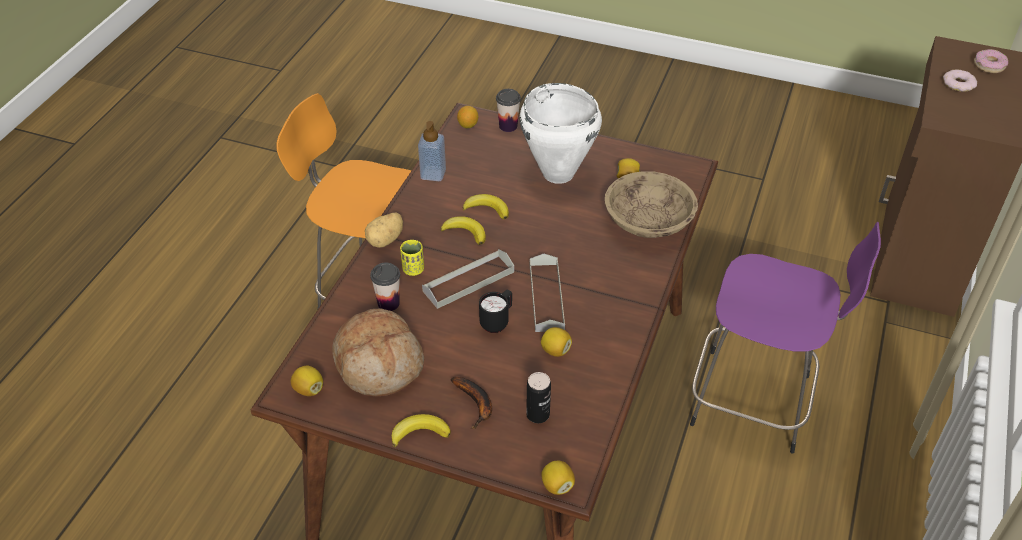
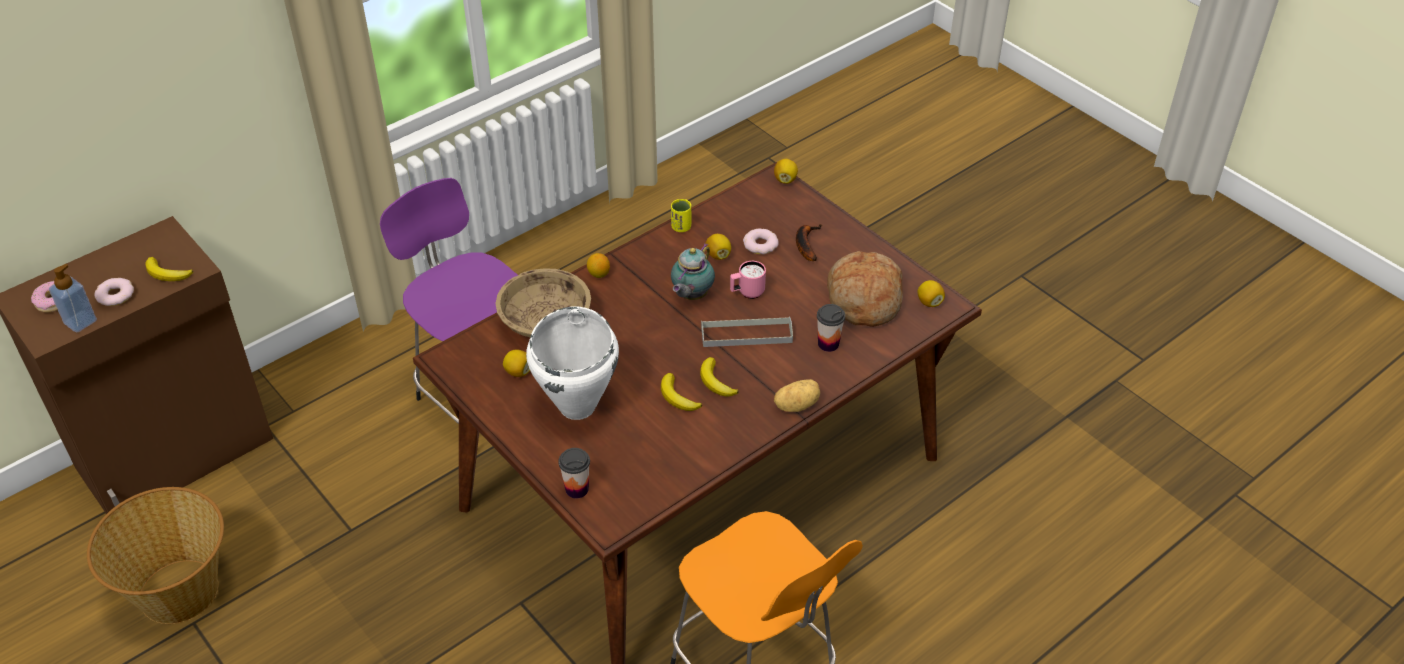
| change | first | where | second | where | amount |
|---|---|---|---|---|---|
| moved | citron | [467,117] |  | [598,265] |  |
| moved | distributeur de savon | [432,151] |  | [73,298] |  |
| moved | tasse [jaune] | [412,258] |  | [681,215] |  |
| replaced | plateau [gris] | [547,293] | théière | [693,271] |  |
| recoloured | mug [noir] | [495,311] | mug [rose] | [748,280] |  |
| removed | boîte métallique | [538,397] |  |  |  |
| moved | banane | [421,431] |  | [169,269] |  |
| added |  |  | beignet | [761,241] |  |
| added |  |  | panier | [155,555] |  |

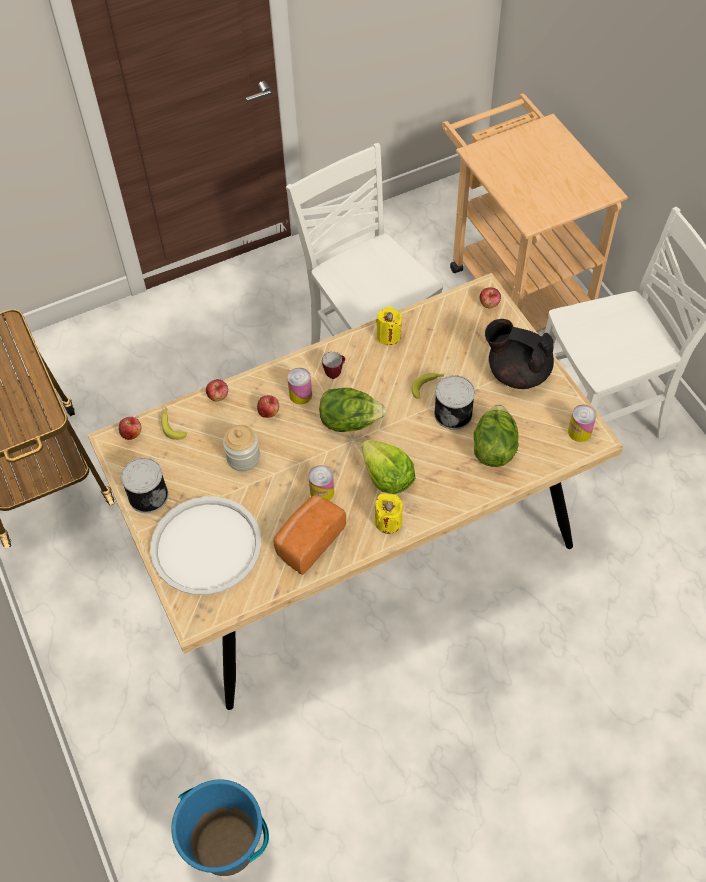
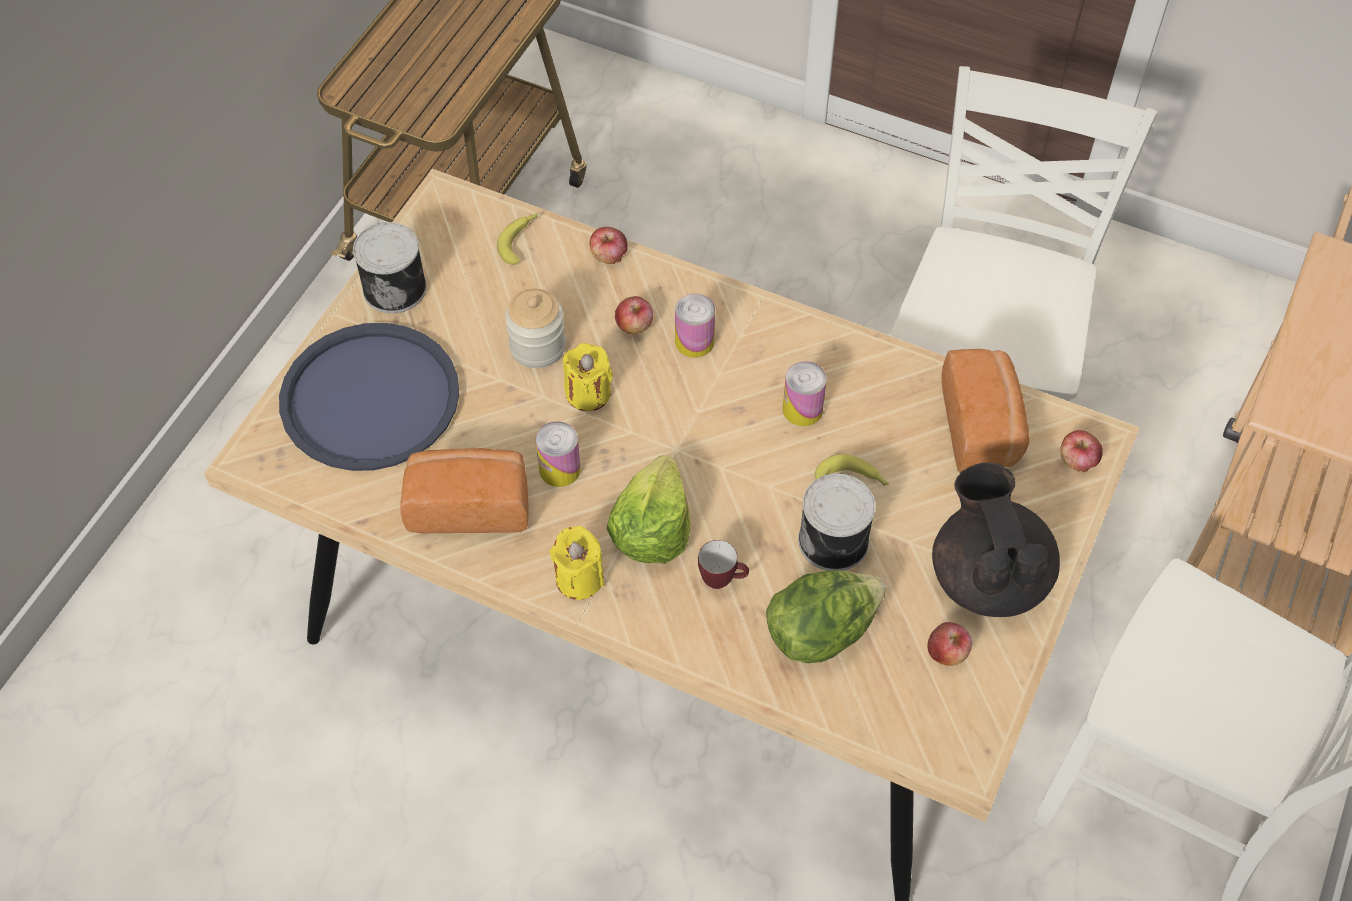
| change | first | where | second | where | amount |
|---|---|---|---|---|---|
| moved | bougie [jaune] | [389,326] |  | [588,377] |  |
| moved | mug | [333,365] |  | [723,564] |  |
| removed | laitue | [353,410] |  |  |  |
| moved | boîte métallique | [582,423] |  | [805,393] |  |
| moved | pomme | [130,428] |  | [950,644] |  |
| recoloured | plateau [blanc] | [206,545] | plateau [bleu] | [369,397] |  |
| removed | seau [bleu] | [220,827] |  |  |  |
| added |  |  | pain | [985,411] |  |

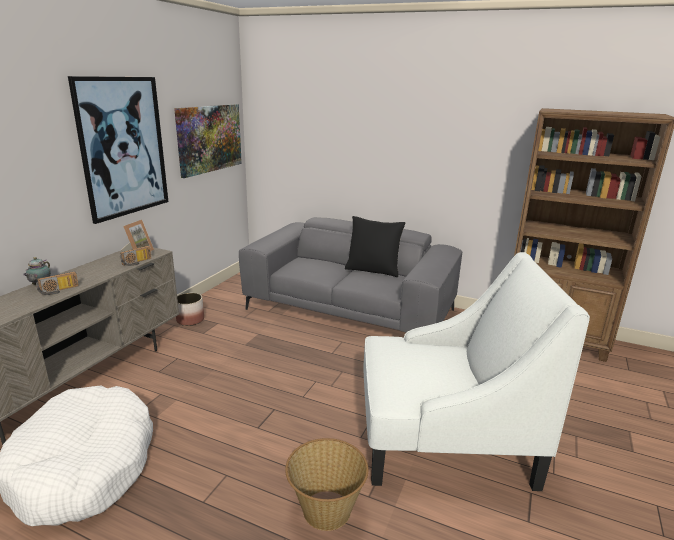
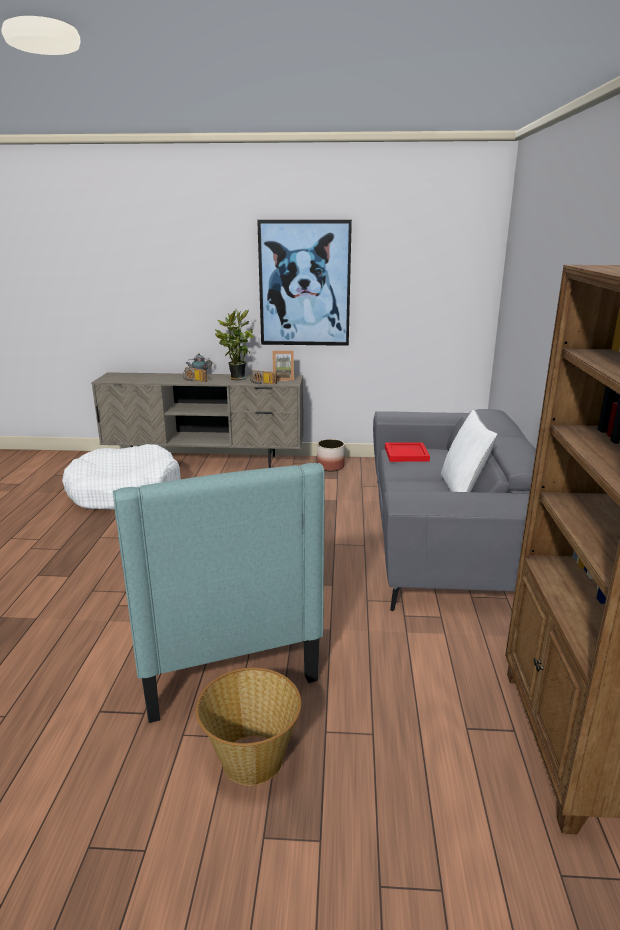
| change | first | where | second | where | amount |
|---|---|---|---|---|---|
| removed | tableau | [208,141] |  |  |  |
| recoloured | coussin [noir] | [375,246] | coussin [blanc] | [469,450] |  |
| recoloured | fauteuil [blanc] | [476,371] | fauteuil [turquoise] | [219,593] |  |
| moved | panier | [326,484] |  | [248,726] |  |
| added |  |  | plante en pot | [234,344] |  |
| added |  |  | plateau [rouge] | [407,452] |  |

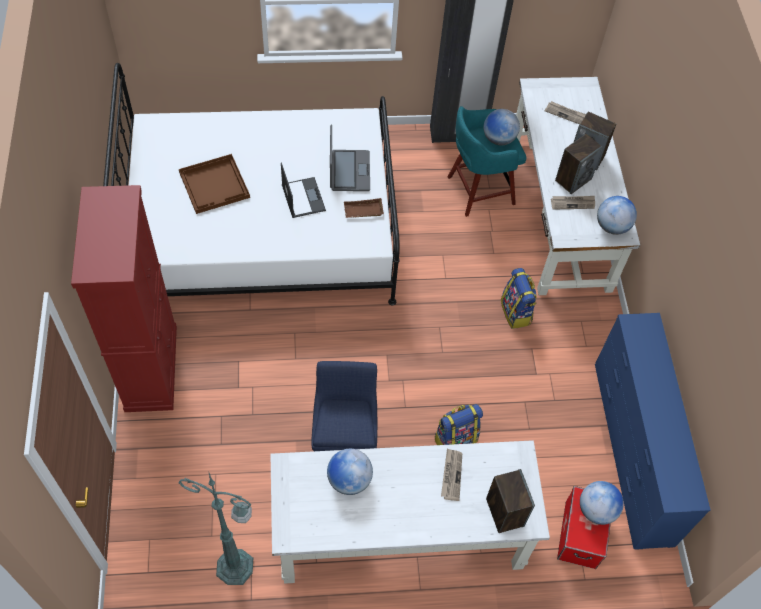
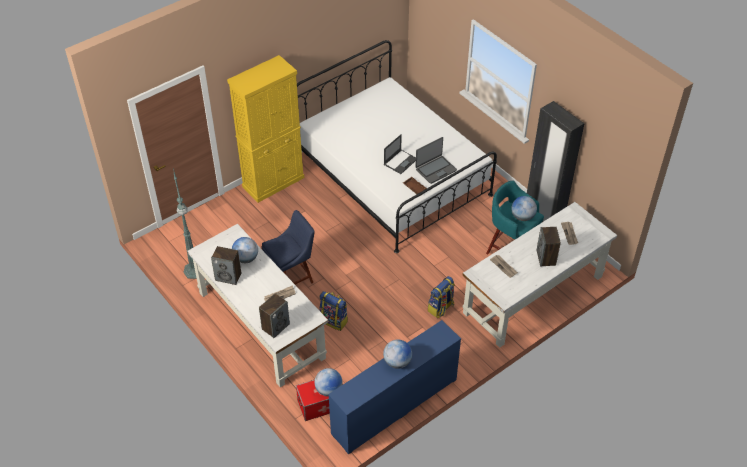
| change | first | where | second | where | amount |
|---|---|---|---|---|---|
| moved | enceinte | [579,164] |  | [226,265] |  |
| removed | plateau [marron] | [214,184] |  |  |  |
| recoloured | meuble de rangement [rouge] | [124,298] | meuble de rangement [jaune] | [265,129] |  |
| moved | globe | [617,215] |  | [397,354] |  |

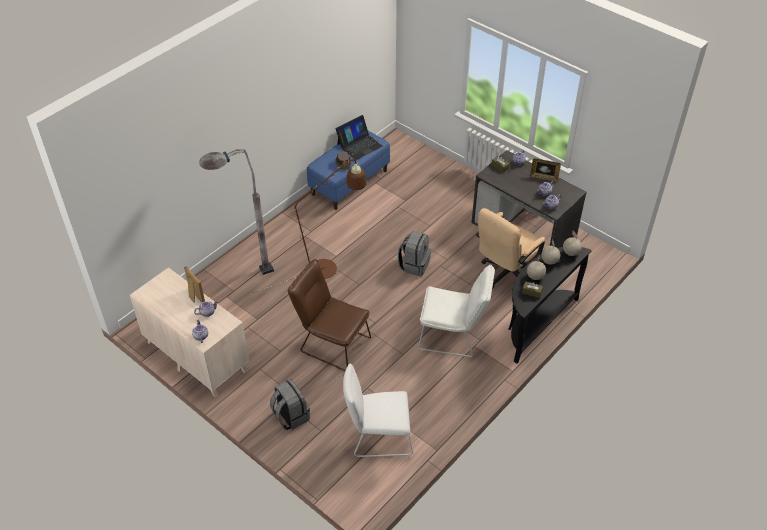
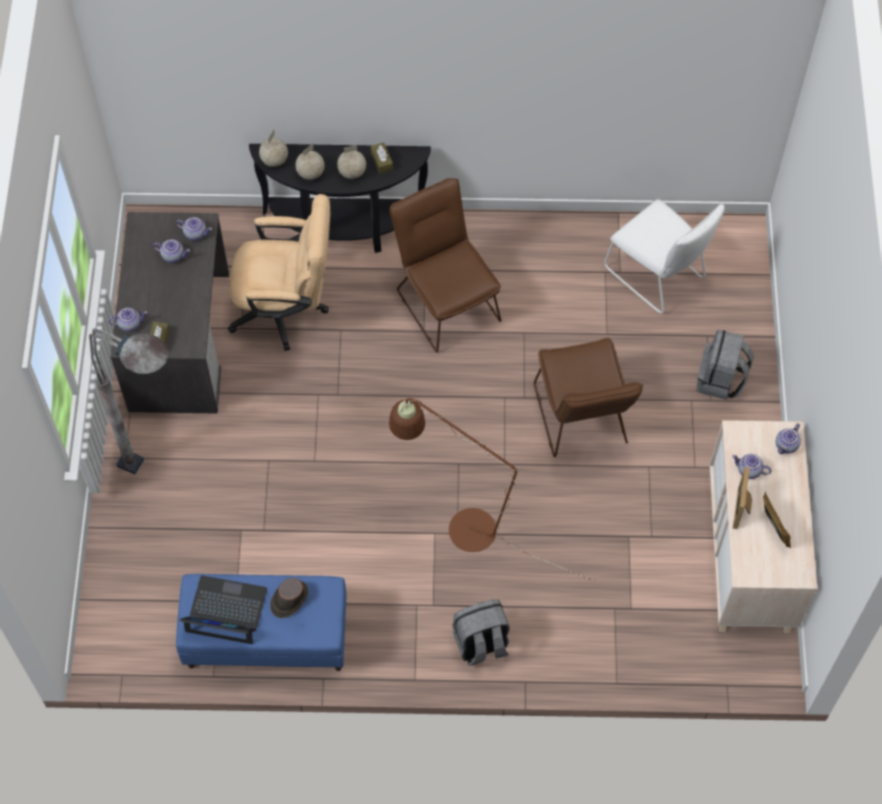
| change | first | where | second | where | amount |
|---|---|---|---|---|---|
| moved | lampadaire [gris] | [236,212] |  | [128,401] |  |
| moved | cadre photo | [545,170] |  | [777,520] |  |
| moved | sac à dos [gris] | [414,253] |  | [481,632] |  |
| recoloured | chaise [blanc] | [456,310] | chaise [marron] | [445,265] |  |

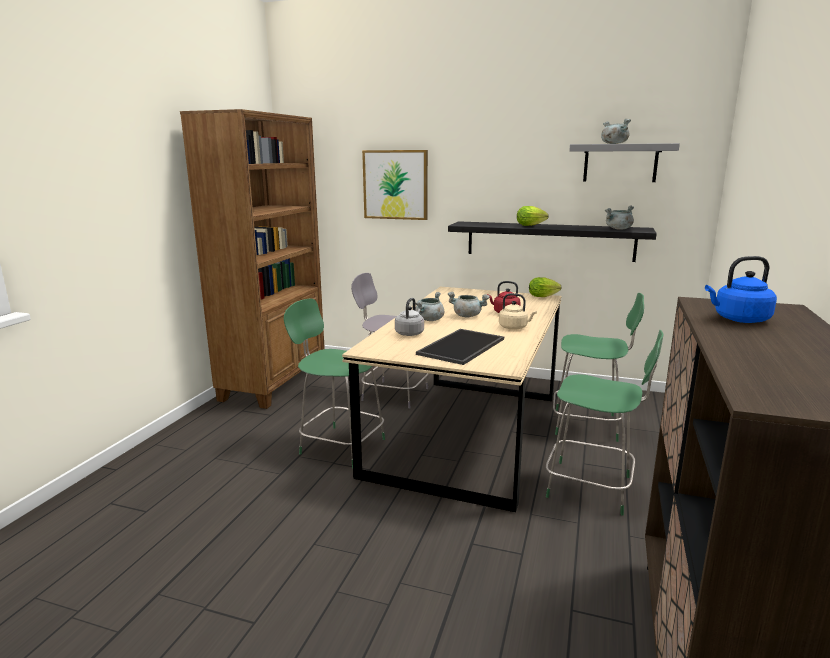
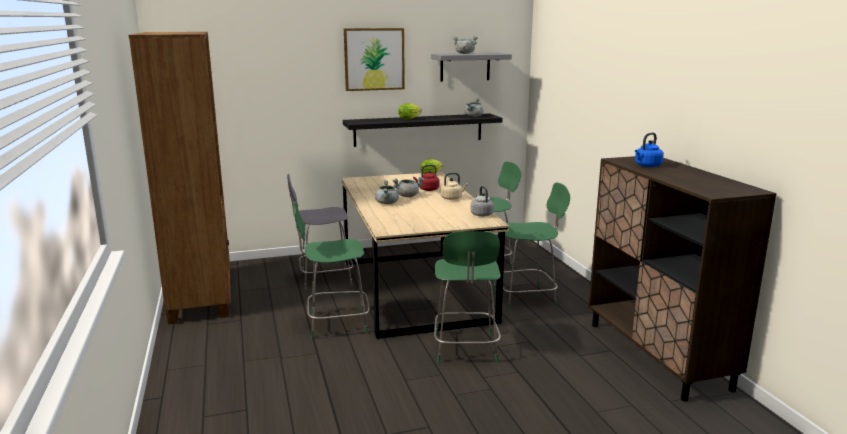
| change | first | where | second | where | amount |
|---|---|---|---|---|---|
| moved | tableau | [395,185] |  | [374,59] |  |
| moved | bouilloire [gris] | [409,317] |  | [482,201] |  |
| removed | plateau | [460,347] |  |  |  |
| added |  |  | chaise [vert] | [467,297] |  |

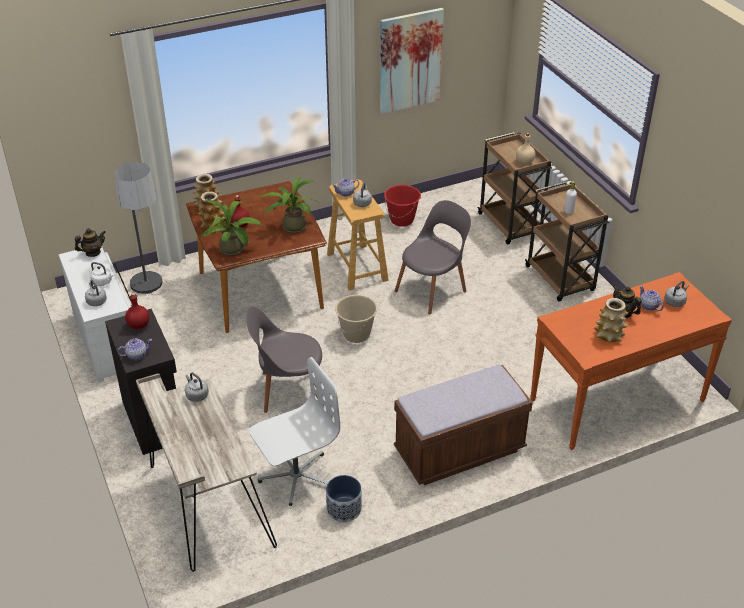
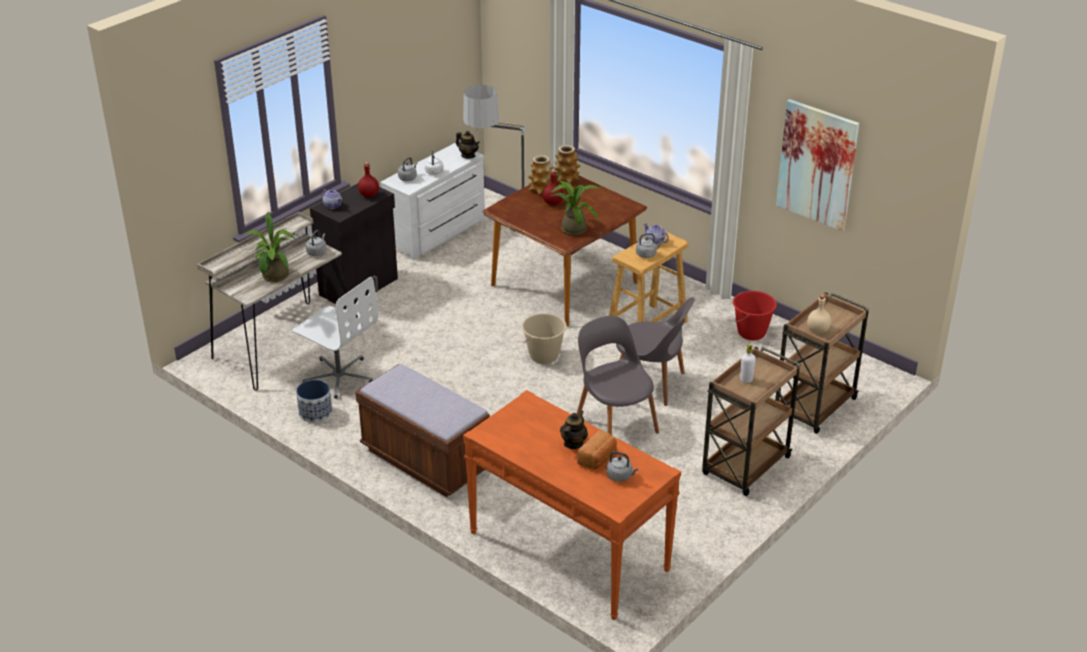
| change | first | where | second | where | amount |
|---|---|---|---|---|---|
| moved | plante en pot | [231,228] |  | [269,247] |  |
| replaced | théière | [652,298] | pain | [597,450] |  |
| removed | vase | [611,320] |  |  |  |
| moved | chaise [gris] | [284,359] |  | [618,375] |  |

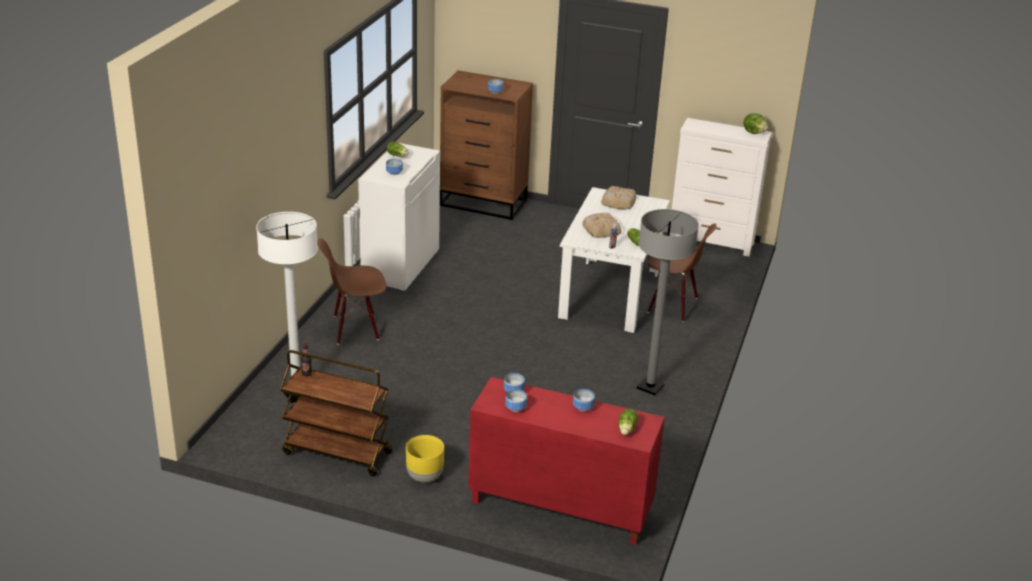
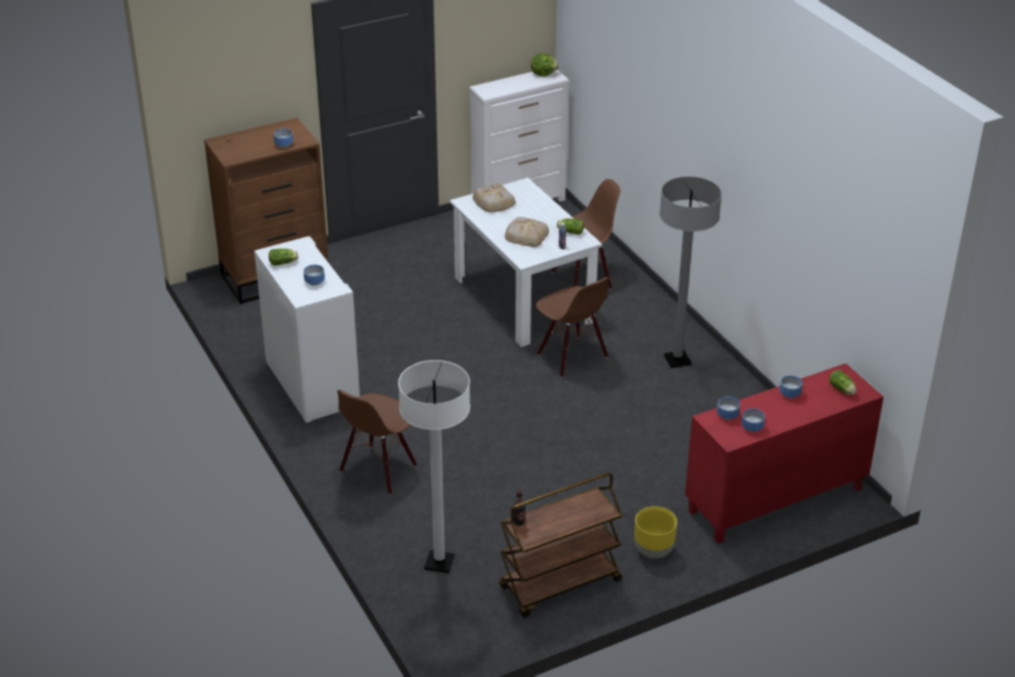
| change | first | where | second | where | amount |
|---|---|---|---|---|---|
| added |  |  | chaise [marron] | [572,327] |  |

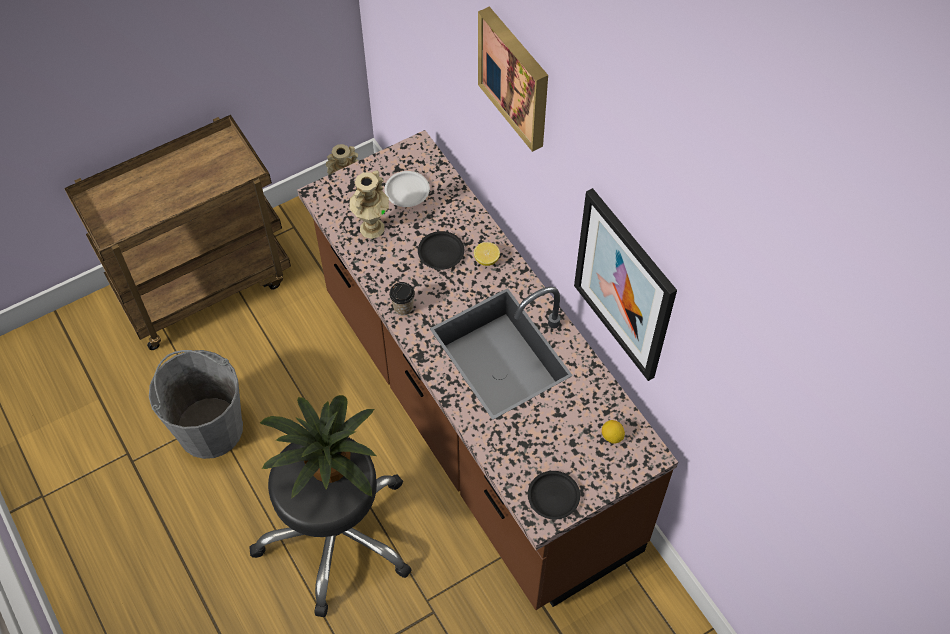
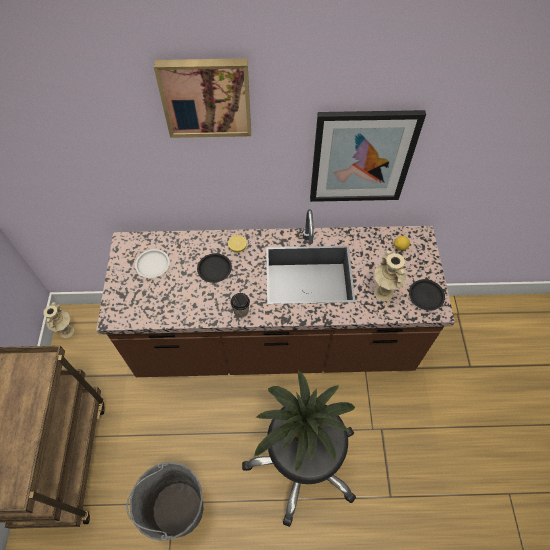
| change | first | where | second | where | amount |
|---|---|---|---|---|---|
| moved | vase [beige] | [369,204] |  | [390,275] |  |

